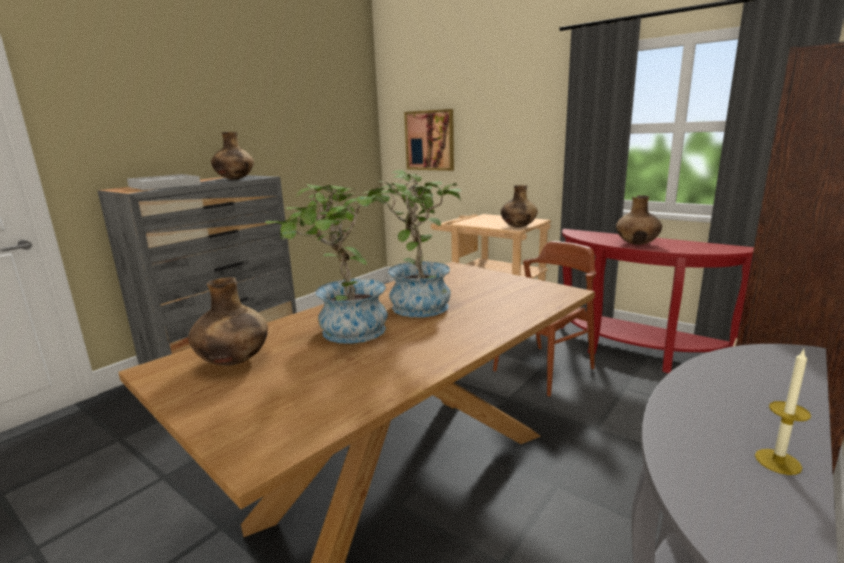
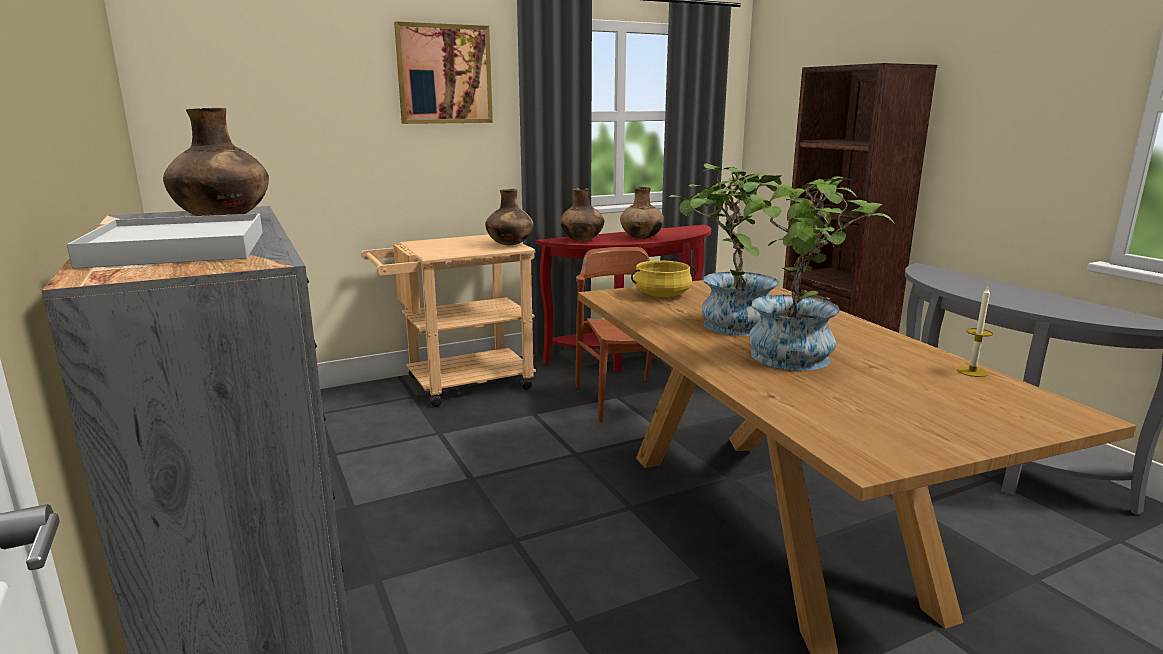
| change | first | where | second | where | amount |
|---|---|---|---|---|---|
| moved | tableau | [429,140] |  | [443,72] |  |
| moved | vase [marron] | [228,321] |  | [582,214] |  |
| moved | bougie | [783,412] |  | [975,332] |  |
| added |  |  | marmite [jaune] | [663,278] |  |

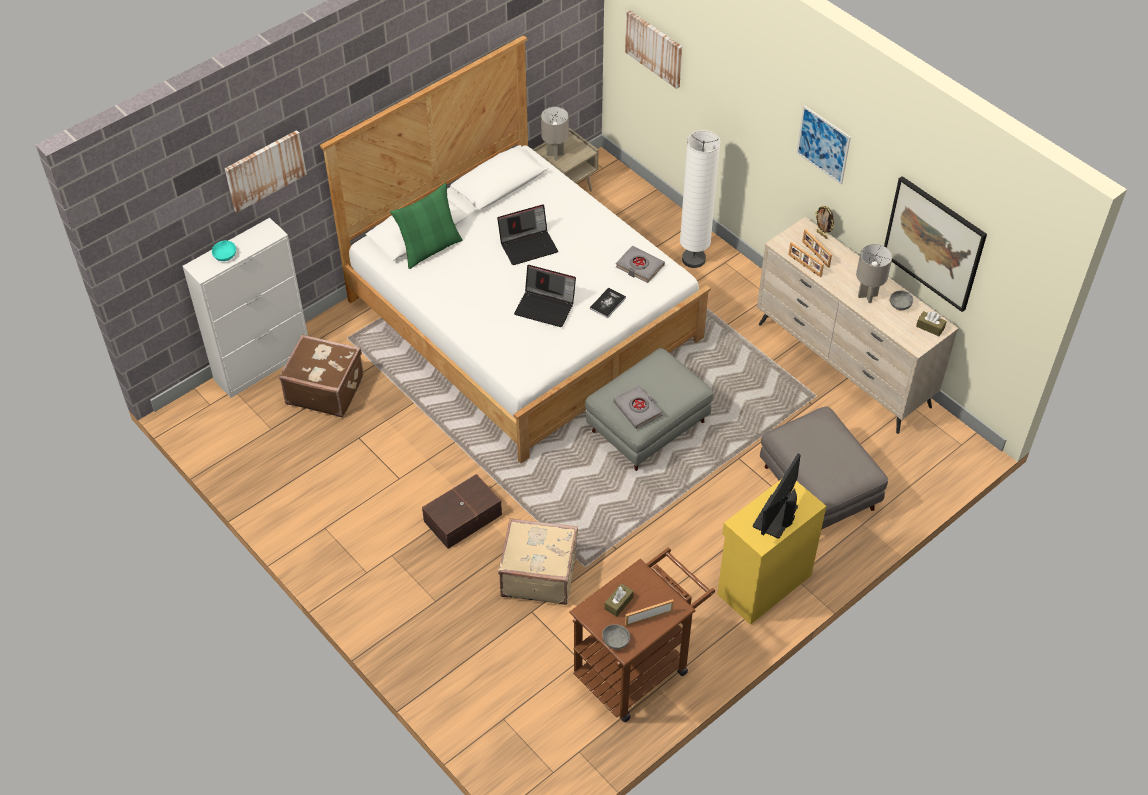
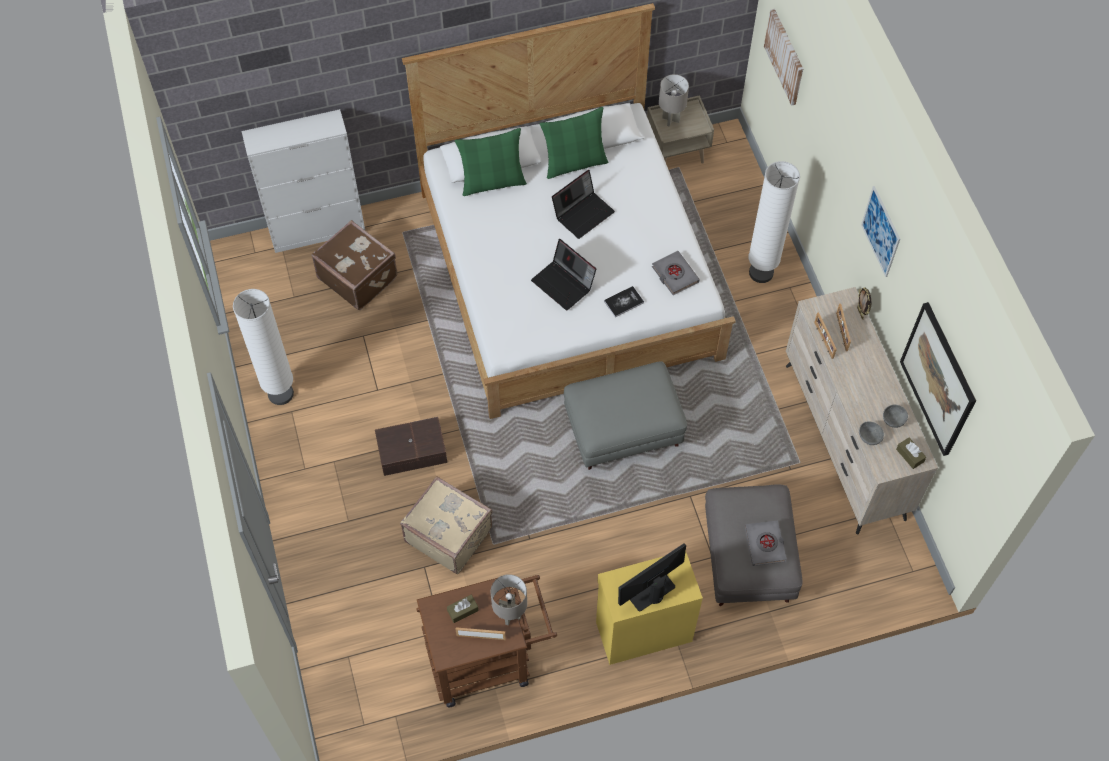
| change | first | where | second | where | amount |
|---|---|---|---|---|---|
| removed | tableau | [266,171] |  |  |  |
| turned | ordinateur portable | [527,234] |  | [583,204] | 45 degrees counterclockwise |
| removed | bol [turquoise] | [224,251] |  |  |  |
| moved | lampe de table [gris] | [874,273] |  | [509,599] |  |
| moved | livre [gris] | [638,407] |  | [766,543] |  |
| moved | bol [gris] | [616,637] |  | [871,433] |  |
| added |  |  | coussin [vert] | [574,143] |  |
| added |  |  | lampadaire [blanc] | [263,347] |  |

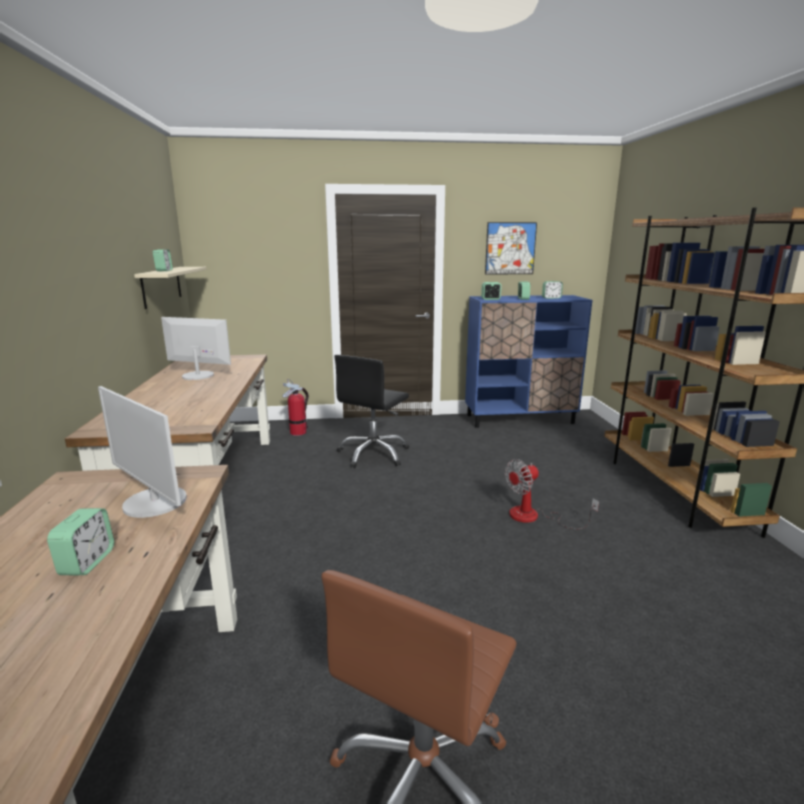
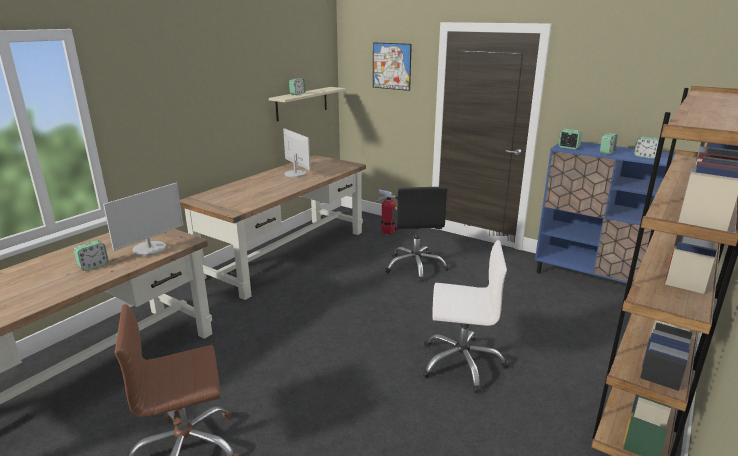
| change | first | where | second | where | amount |
|---|---|---|---|---|---|
| moved | tableau | [511,248] |  | [392,66] |  |
| turned | chaise de bureau [noir] | [371,411] |  | [417,234] | 75 degrees counterclockwise |
| turned | écran d'ordinateur | [142,452] |  | [143,219] | 135 degrees counterclockwise |
| replaced | ventilateur | [552,494] | chaise de bureau [blanc] | [465,316] |  |

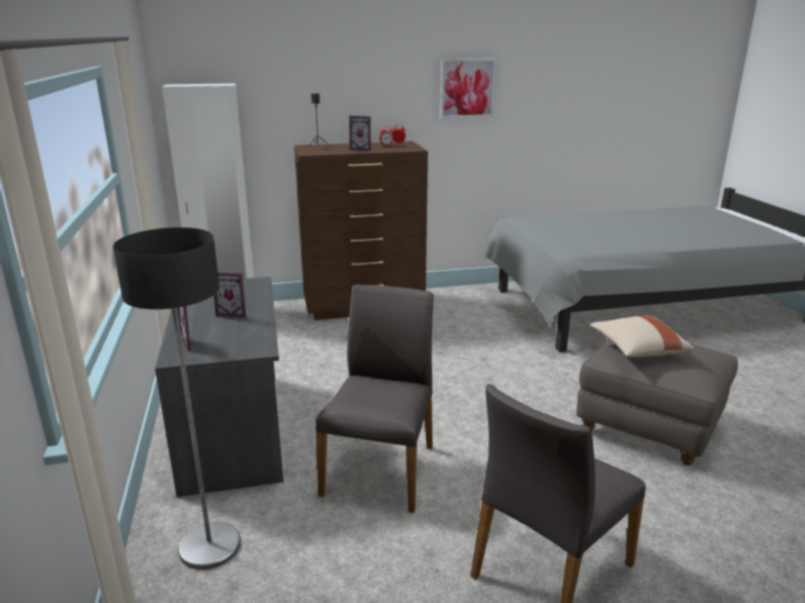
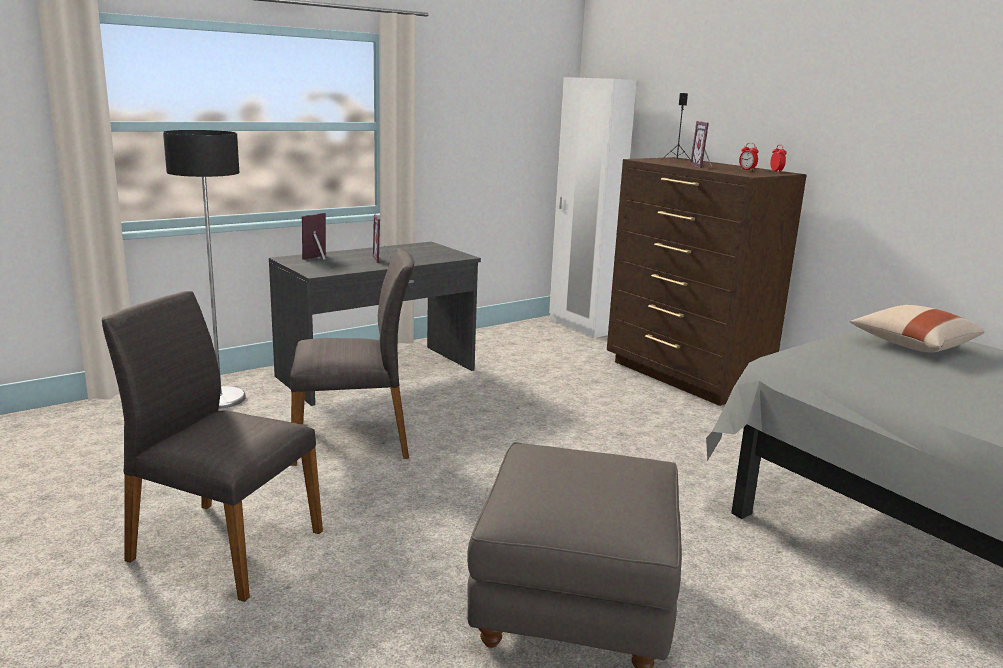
| change | first | where | second | where | amount |
|---|---|---|---|---|---|
| removed | tableau | [468,88] |  |  |  |
| moved | coussin [beige] | [642,336] |  | [917,329] |  |

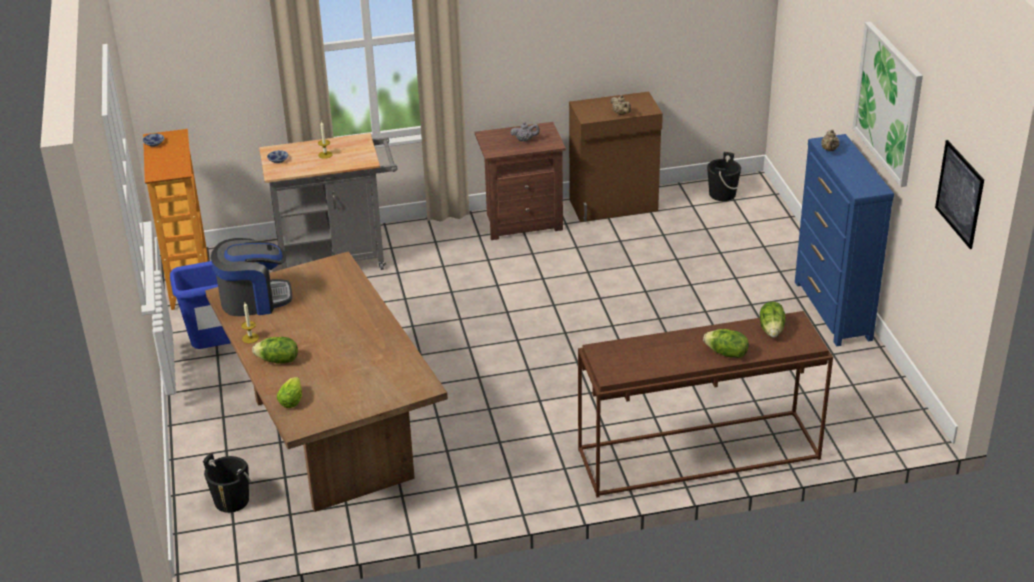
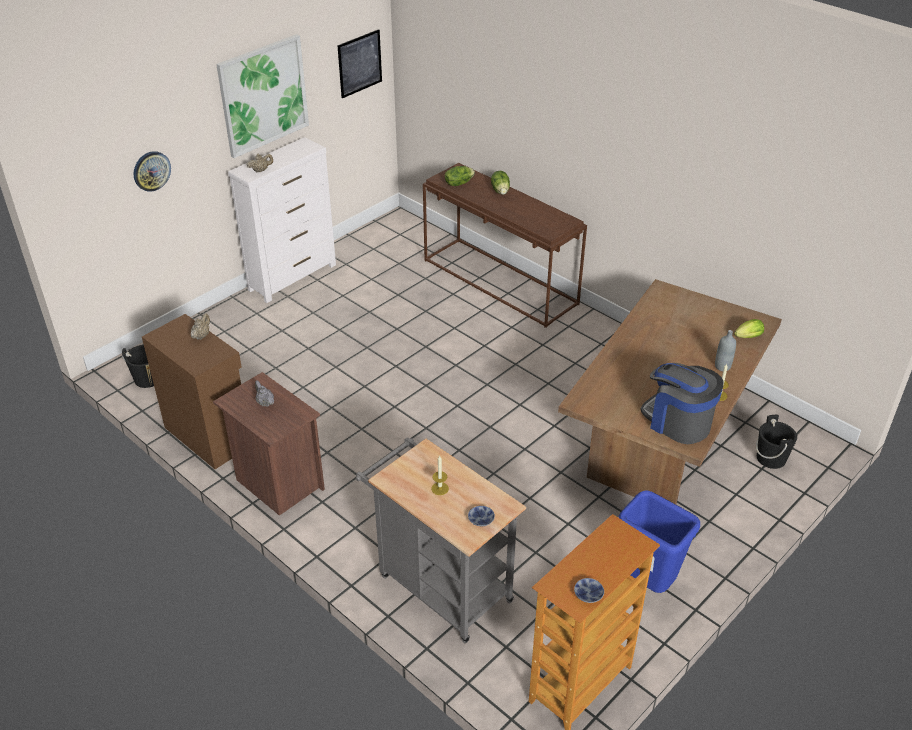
| change | first | where | second | where | amount |
|---|---|---|---|---|---|
| recoloured | commode [bleu] | [844,240] | commode [blanc] | [282,220] |  |
| replaced | laitue | [275,350] | bouteille [gris] | [725,350] |  |
| added |  |  | horloge murale | [152,171] |  |

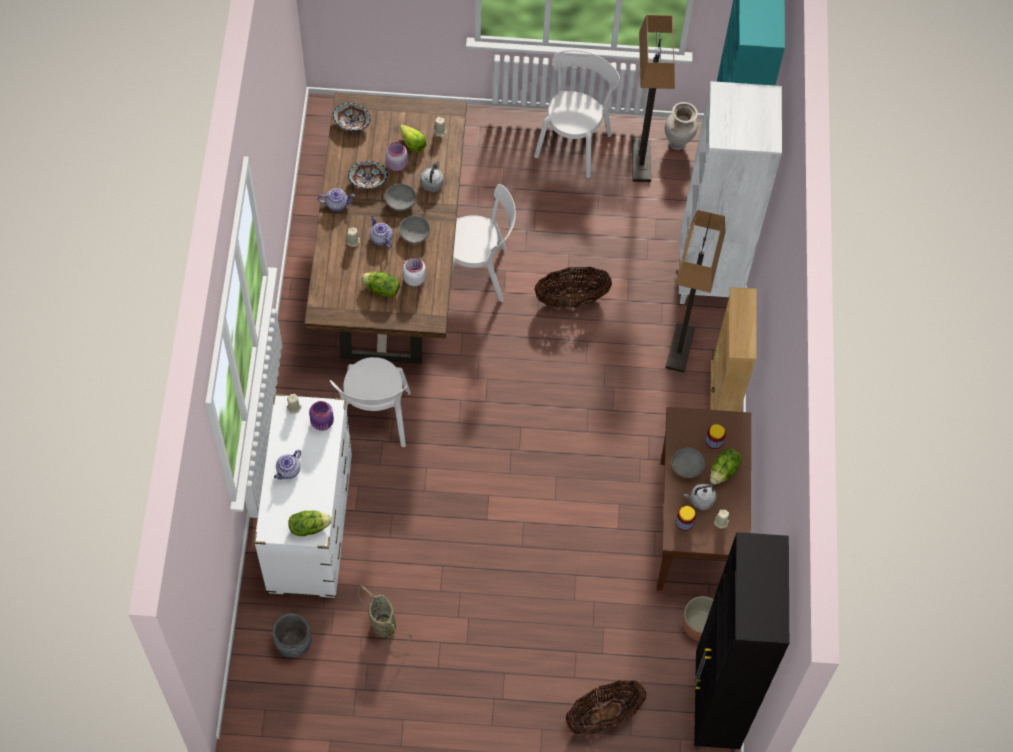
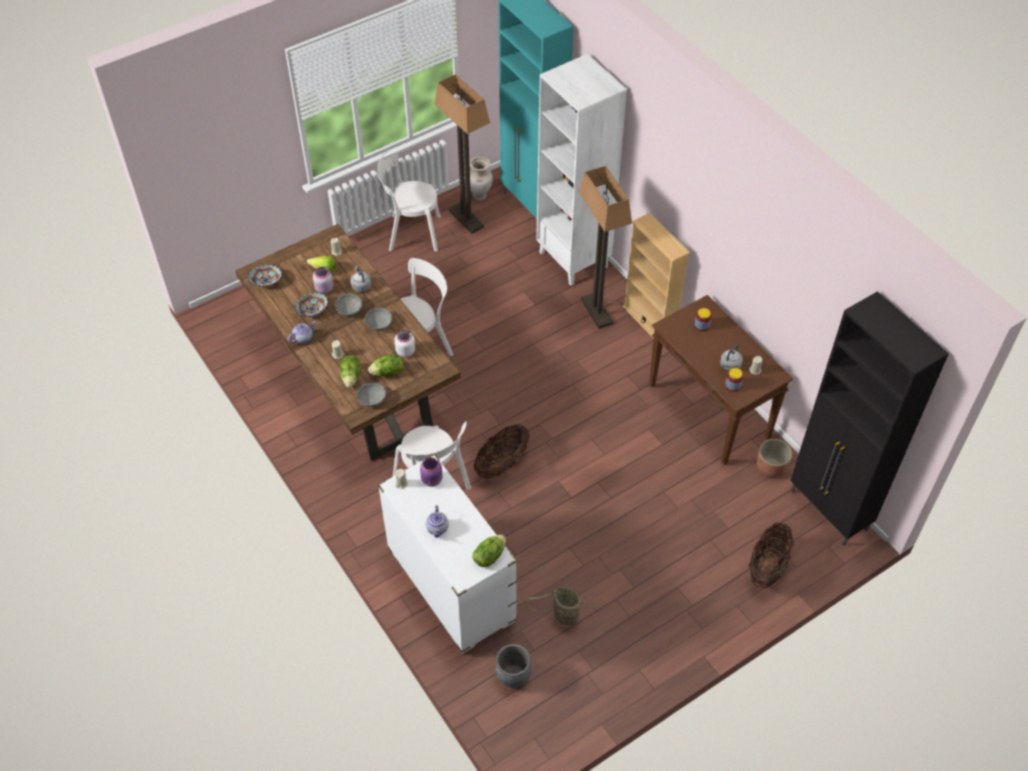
| change | first | where | second | where | amount |
|---|---|---|---|---|---|
| turned | chaise [blanc] | [577,114] |  | [409,200] | 75 degrees counterclockwise |
| removed | théière | [381,232] |  |  |  |
| moved | panier | [573,287] |  | [502,451] |  |
| moved | bol [gris] | [688,462] |  | [371,395] |  |
| moved | laitue | [726,467] |  | [350,371] |  |

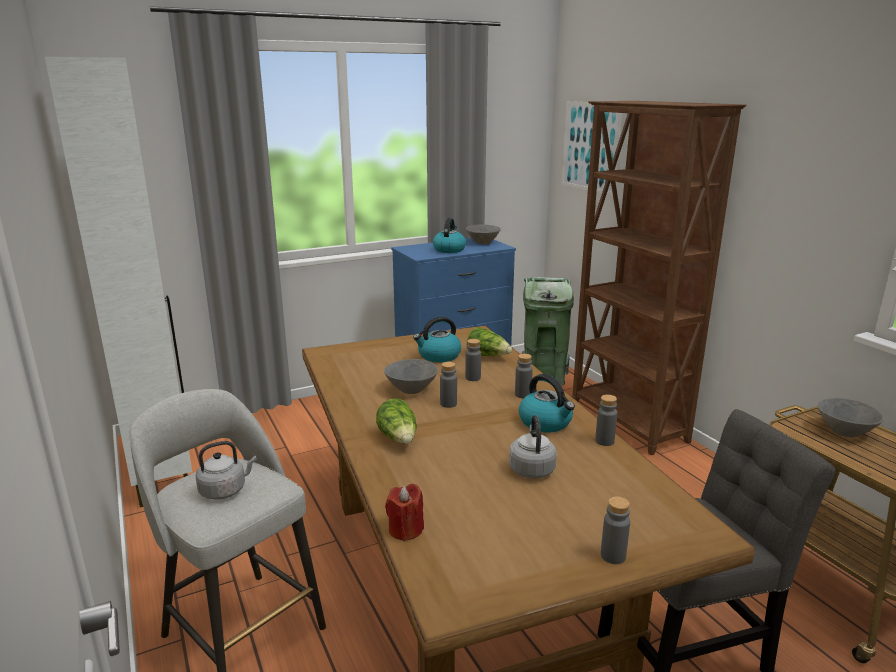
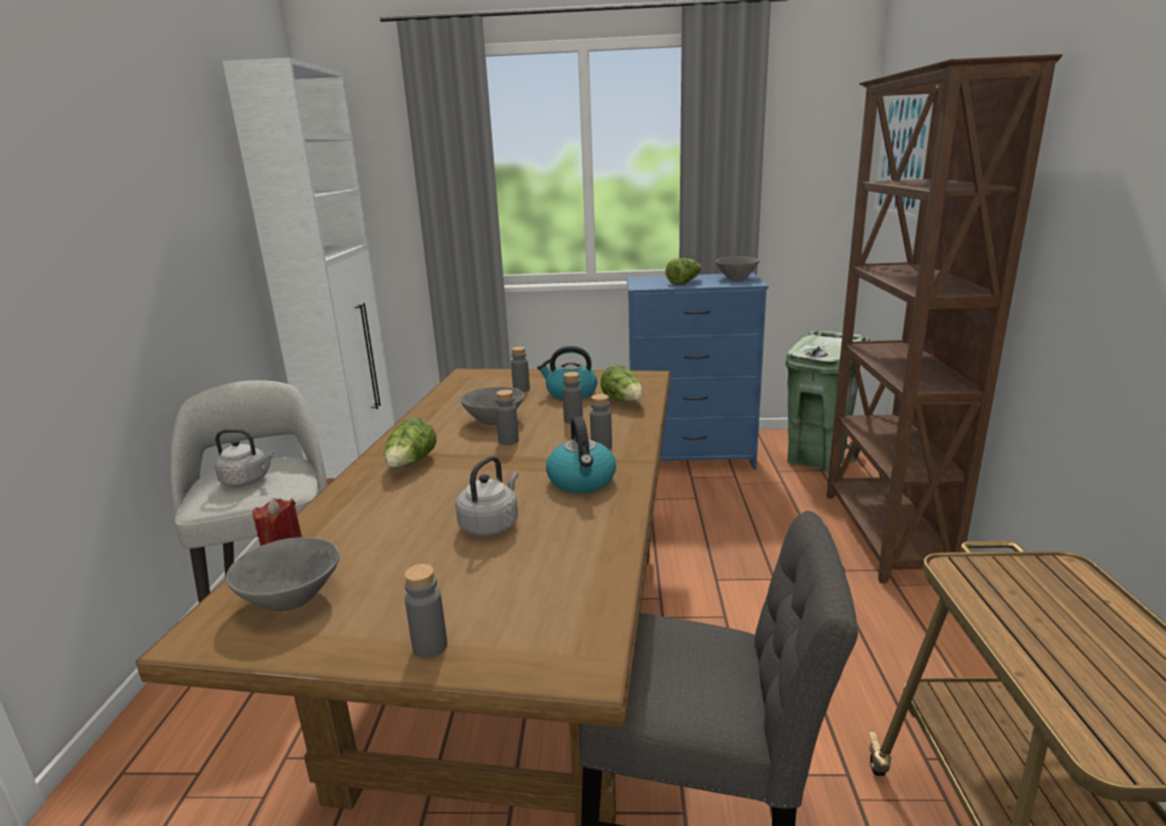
| change | first | where | second | where | amount |
|---|---|---|---|---|---|
| replaced | bouilloire | [449,235] | laitue | [683,271] |  |
| moved | bouteille [gris] | [606,420] |  | [520,369] |  |
| moved | bol [gris] | [851,417] |  | [283,574] |  |

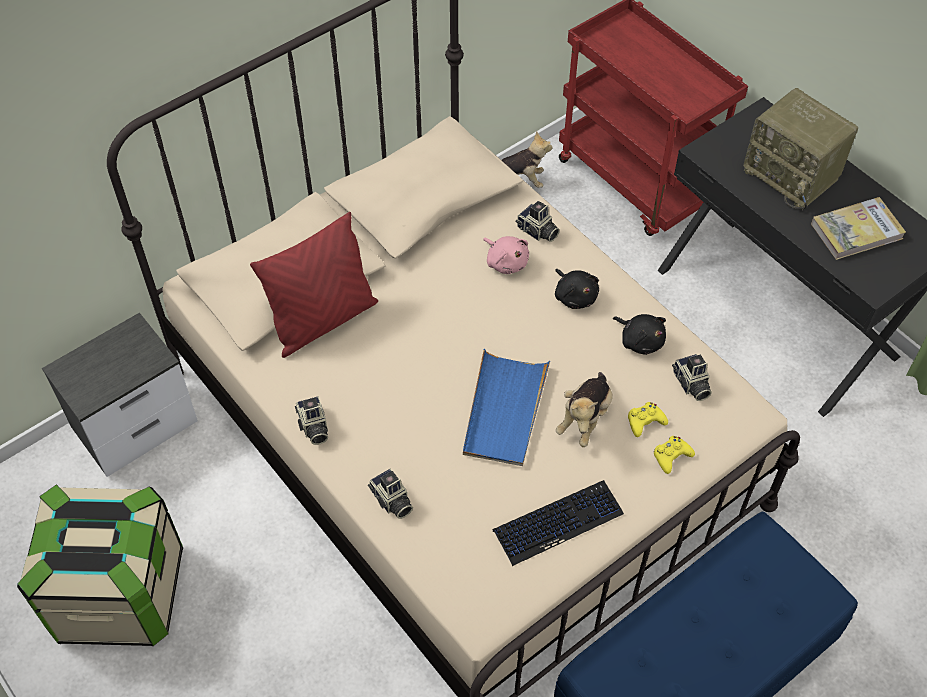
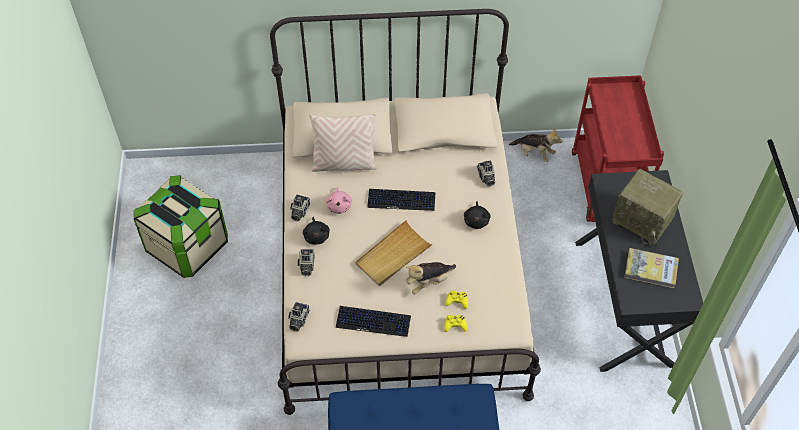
| change | first | where | second | where | amount |
|---|---|---|---|---|---|
| turned | radio | [800,149] |  | [647,207] | 45 degrees counterclockwise |
| recoloured | coussin [rouge] | [314,285] | coussin [beige] | [343,143] |  |
| moved | peluche [rose] | [506,255] |  | [339,200] |  |
| removed | table de chevet | [120,395] |  |  |  |
| moved | peluche [noir] | [639,334] |  | [316,231] |  |
| recoloured | plateau [bleu] | [506,407] | plateau [beige] | [394,253] |  |
| moved | appareil photo | [692,377] |  | [298,317] |  |
| added |  |  | clavier | [401,200] |  |

